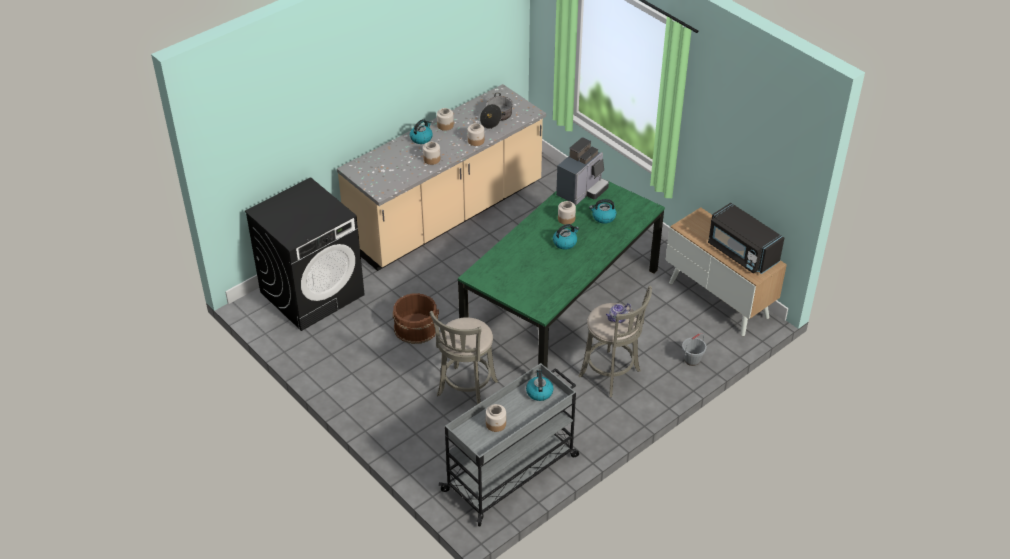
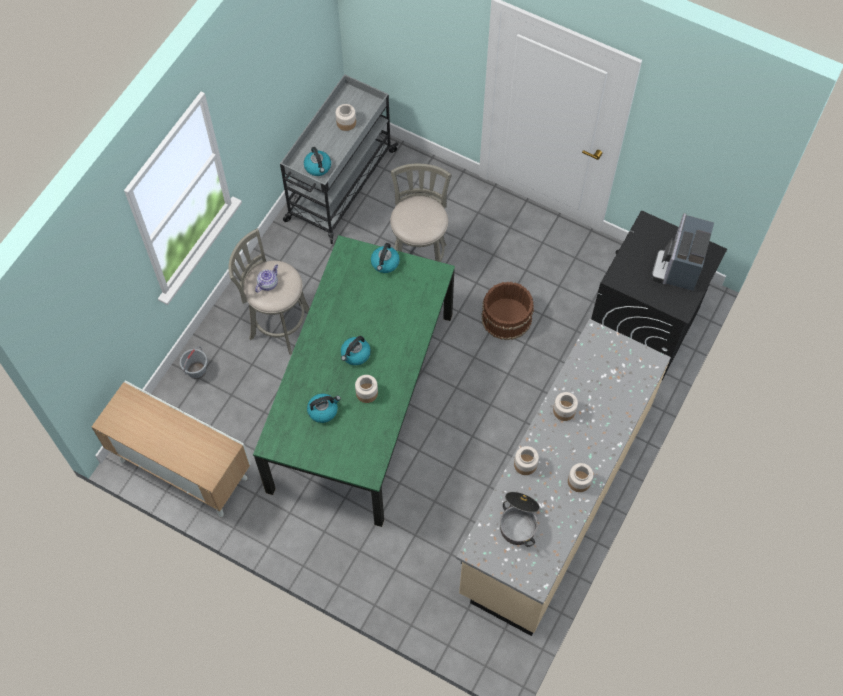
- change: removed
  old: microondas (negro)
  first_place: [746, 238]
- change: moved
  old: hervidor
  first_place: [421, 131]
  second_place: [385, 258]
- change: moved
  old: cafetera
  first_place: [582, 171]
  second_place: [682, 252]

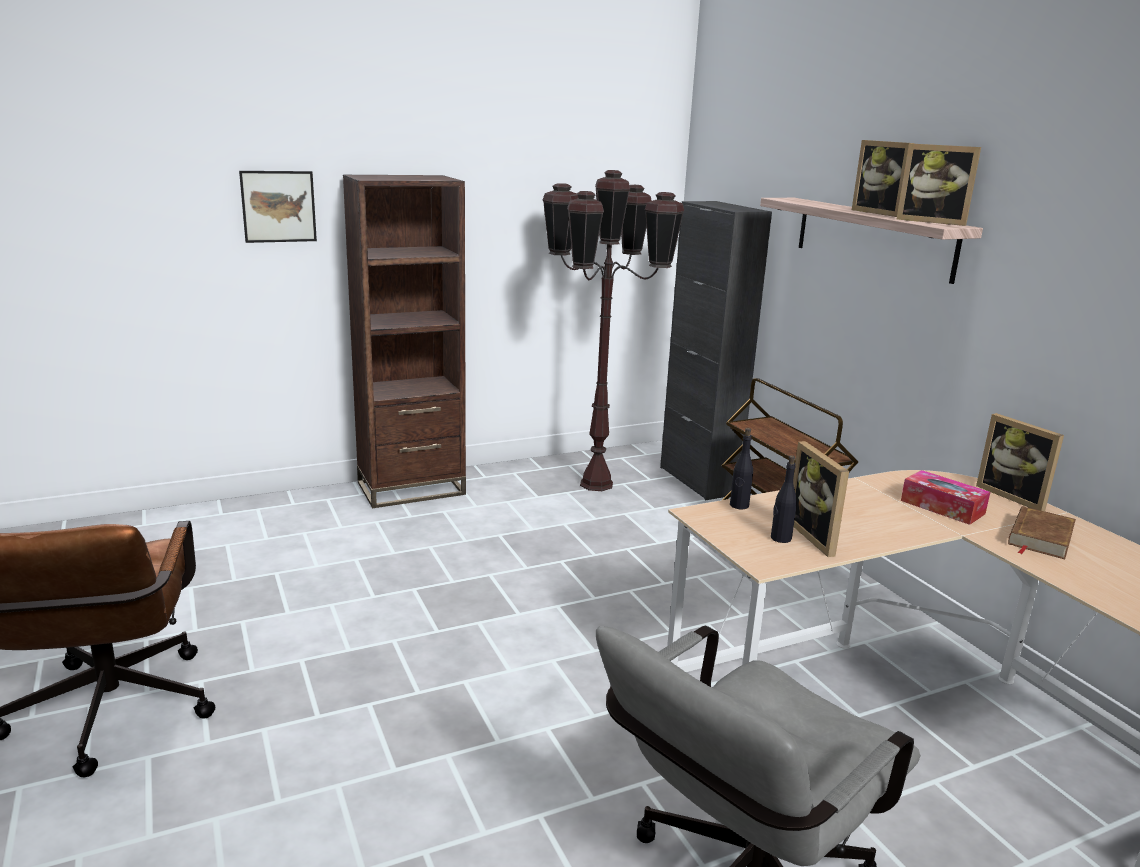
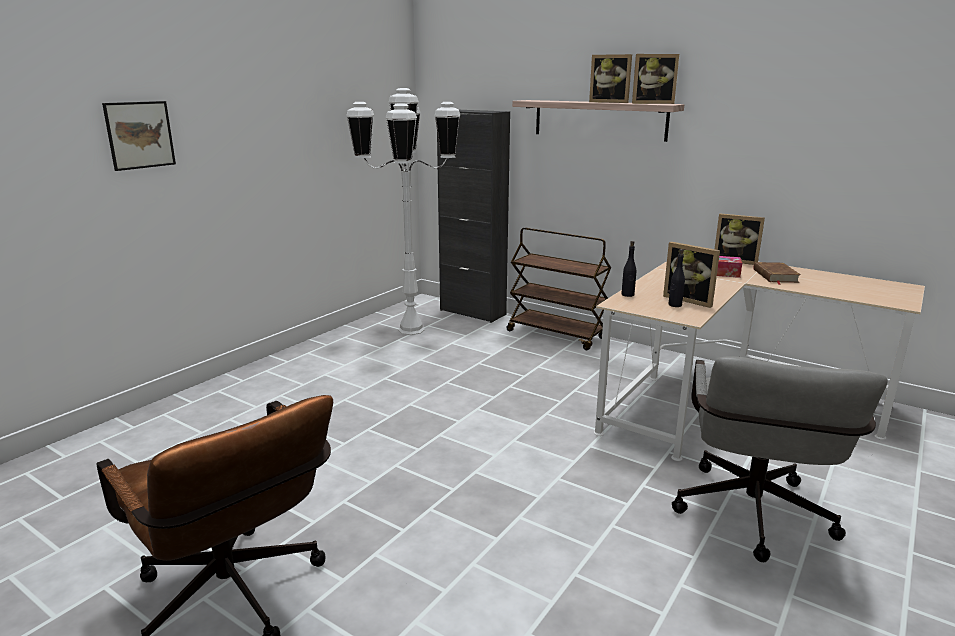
- change: removed
  old: estantería (marrón)
  first_place: [404, 341]
- change: recoloured
  old: lámpara de pie (marrón)
  new: lámpara de pie (blanco)
  first_place: [613, 330]
  second_place: [403, 211]

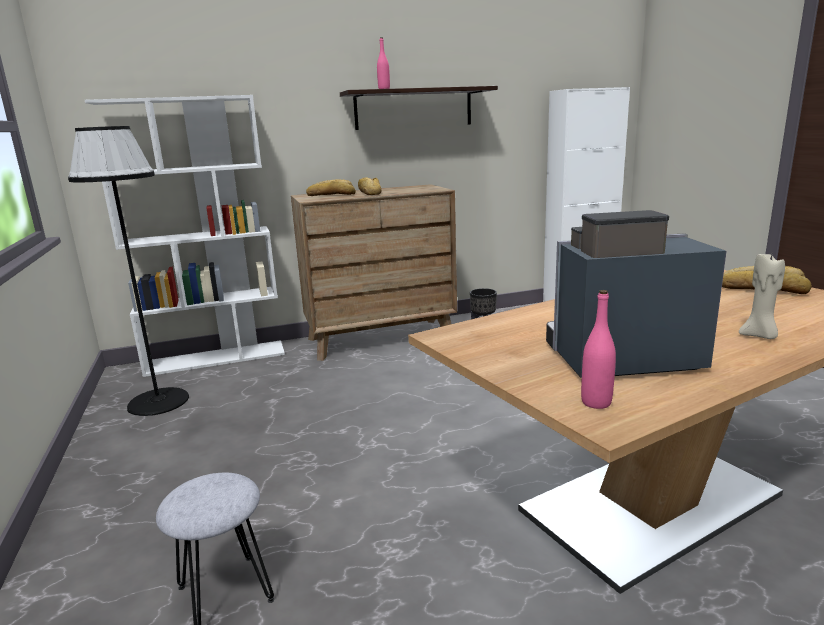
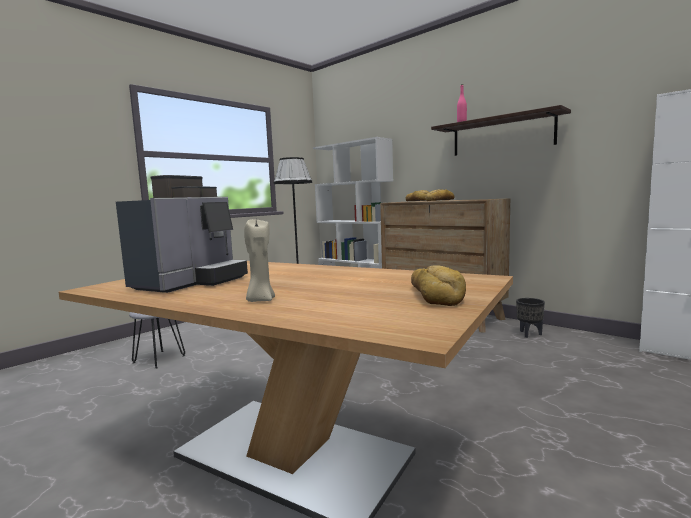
- change: removed
  old: botella (rosa)
  first_place: [598, 349]
- change: turned
  old: cafetera
  first_place: [636, 294]
  second_place: [182, 234]
  degrees: 60

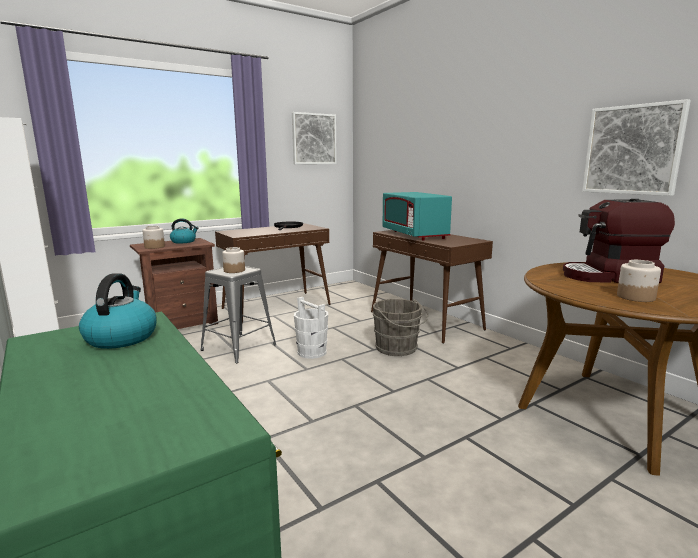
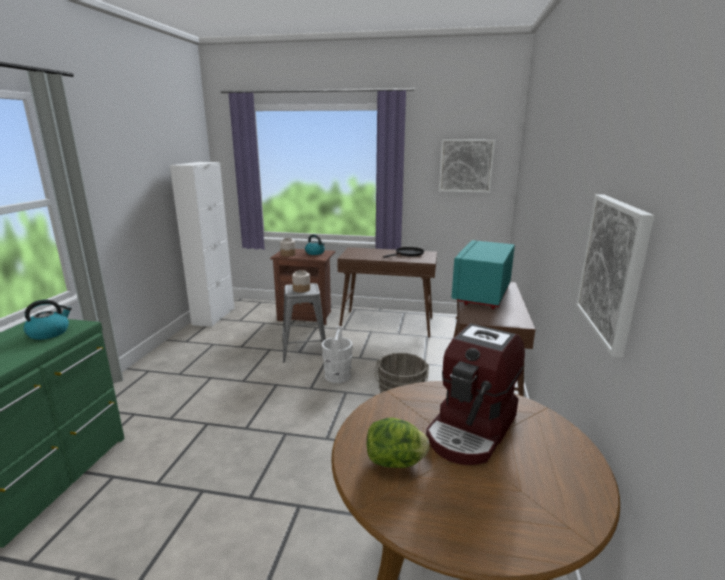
- change: replaced
  old: tarro
  new: lechuga
  first_place: [639, 281]
  second_place: [398, 443]
- change: turned
  old: cafetera
  first_place: [619, 241]
  second_place: [475, 394]
  degrees: -105

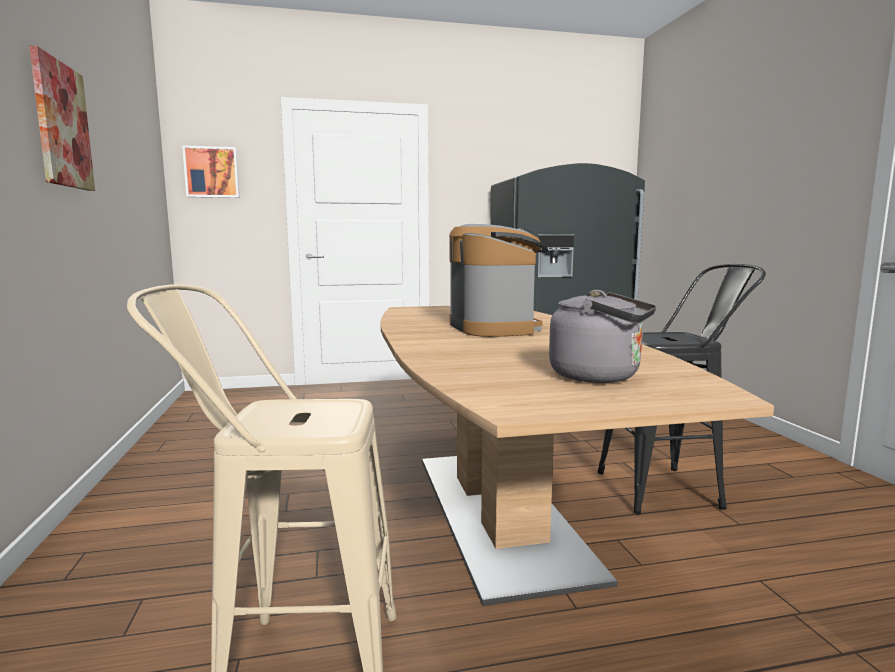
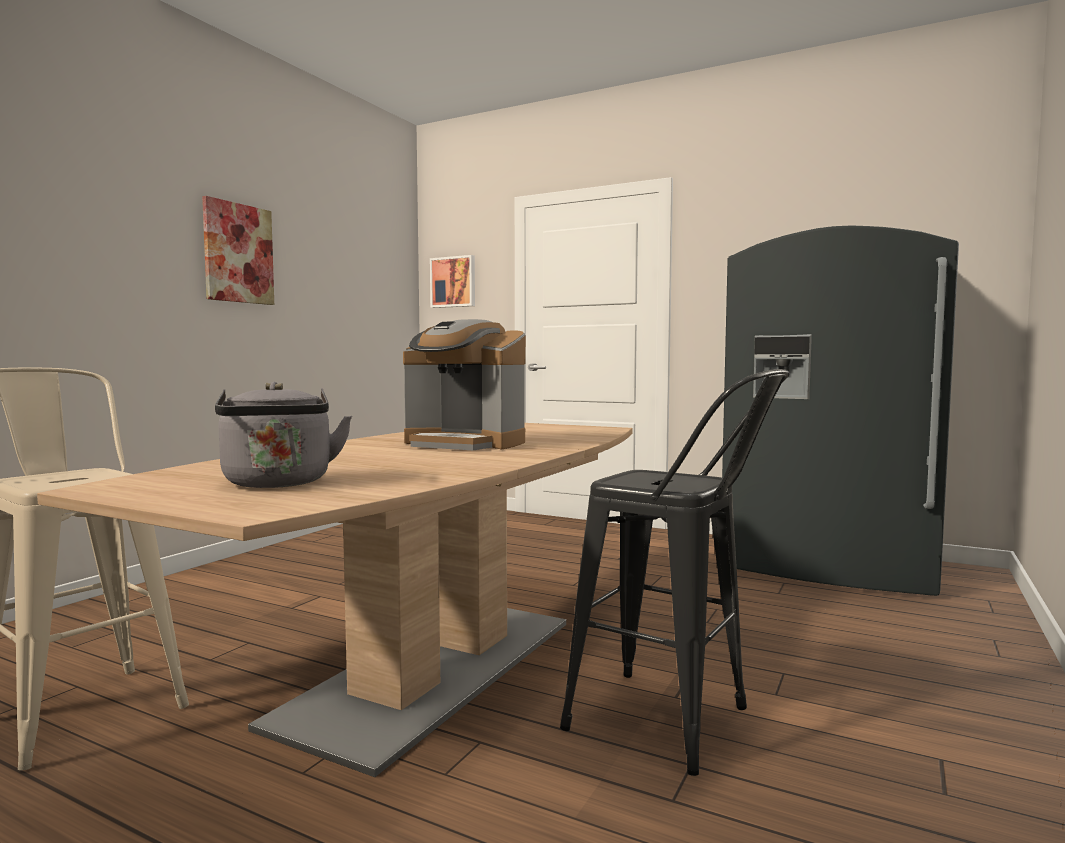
- change: turned
  old: cafetera
  first_place: [498, 280]
  second_place: [464, 384]
  degrees: 90

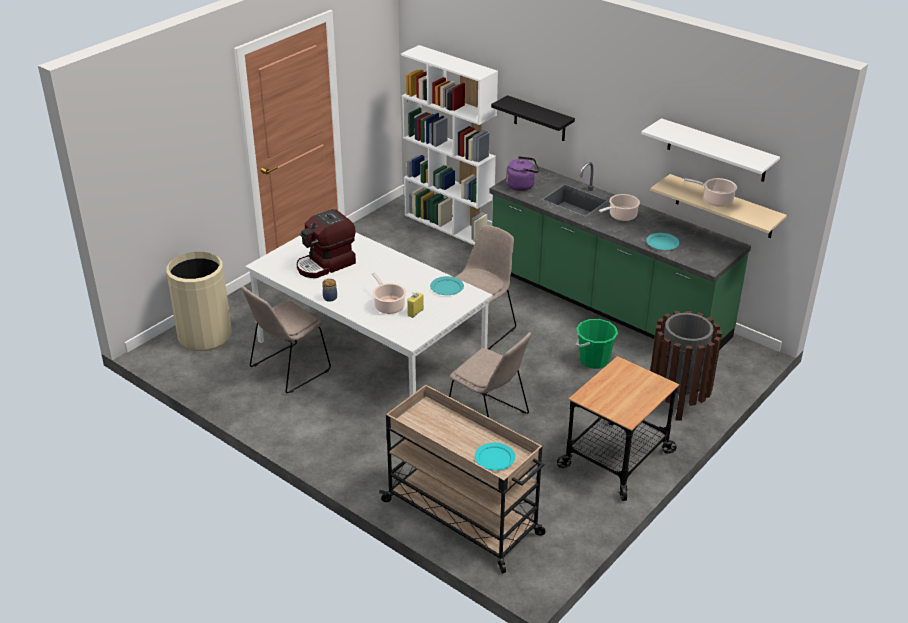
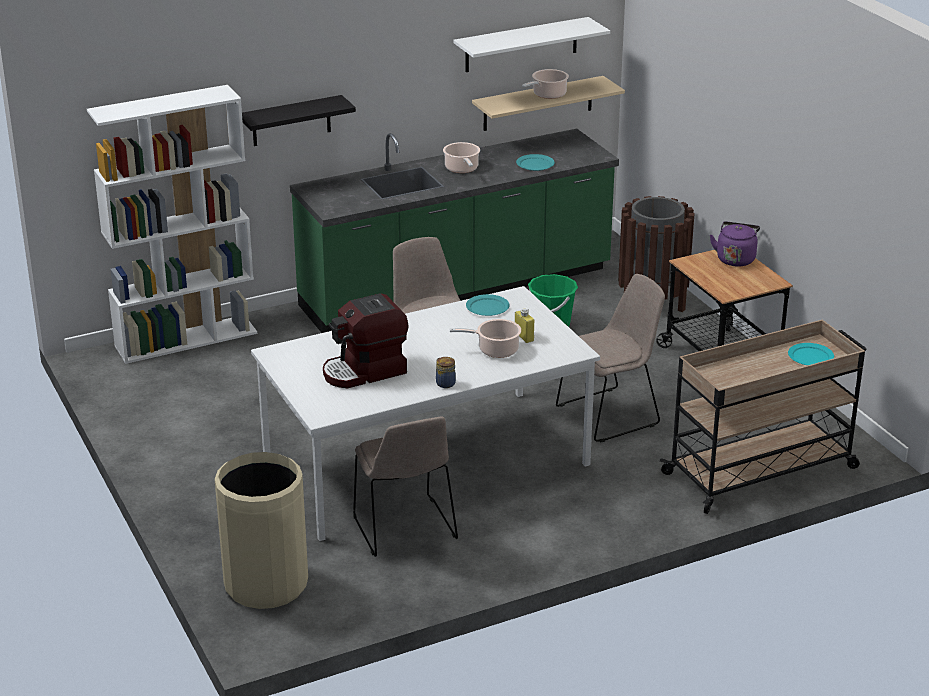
- change: moved
  old: hervidor (morado)
  first_place: [522, 173]
  second_place: [735, 244]
- change: turned
  old: cafetera
  first_place: [326, 243]
  second_place: [366, 340]
  degrees: 75

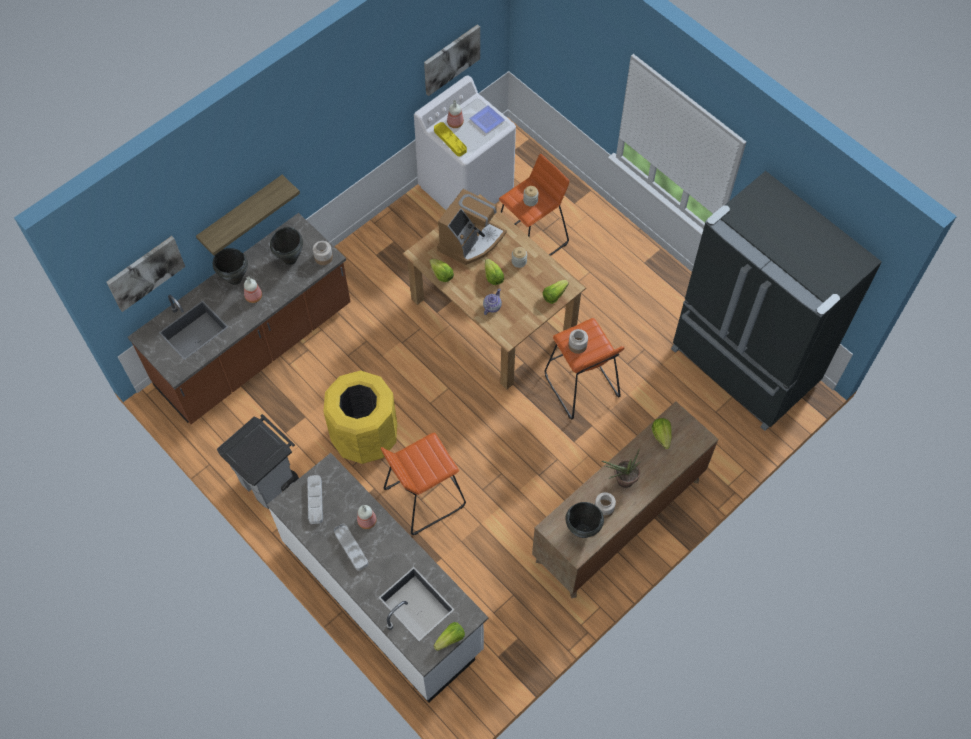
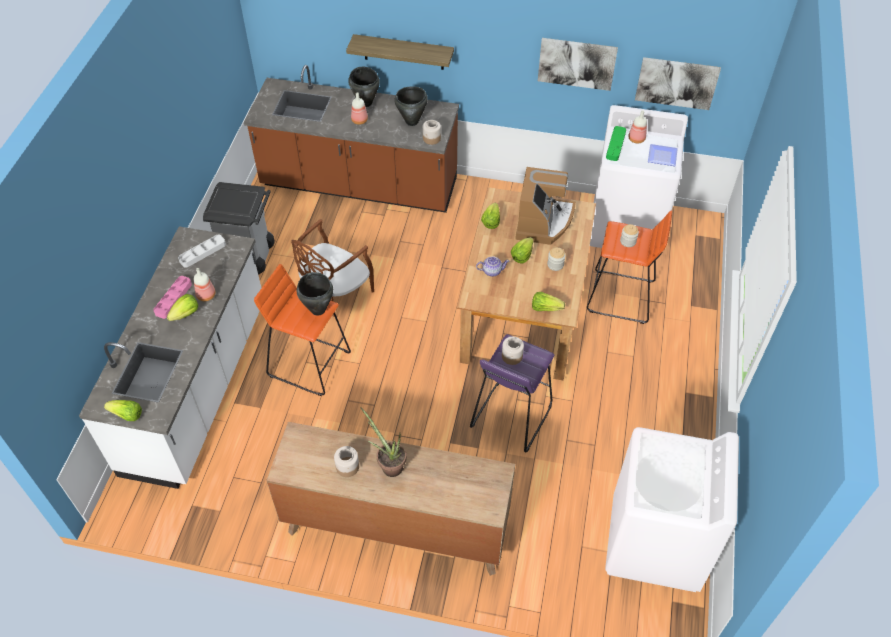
- change: moved
  old: cuadro
  first_place: [145, 274]
  second_place: [578, 64]
- change: moved
  old: olla (negro)
  first_place: [584, 520]
  second_place: [315, 294]
- change: moved
  old: lechuga
  first_place: [662, 433]
  second_place: [182, 307]
- change: replaced
  old: papelera (amarillo)
  new: silla (marrón)
  first_place: [360, 417]
  second_place: [332, 267]
- change: replaced
  old: nevera (negro)
  new: lavadora (blanco)
  first_place: [776, 301]
  second_place: [672, 509]
- change: recoloured
  old: bandeja (gris)
  new: bandeja (rosa)
  first_place: [351, 547]
  second_place: [172, 297]
- change: recoloured
  old: bandeja (amarillo)
  new: bandeja (verde)
  first_place: [450, 139]
  second_place: [616, 143]
- change: recoloured
  old: taburete (naranja)
  new: taburete (morado)
  first_place: [584, 369]
  second_place: [512, 393]
- change: turned
  old: cafetera
  first_place: [472, 227]
  second_place: [545, 206]
  degrees: -75

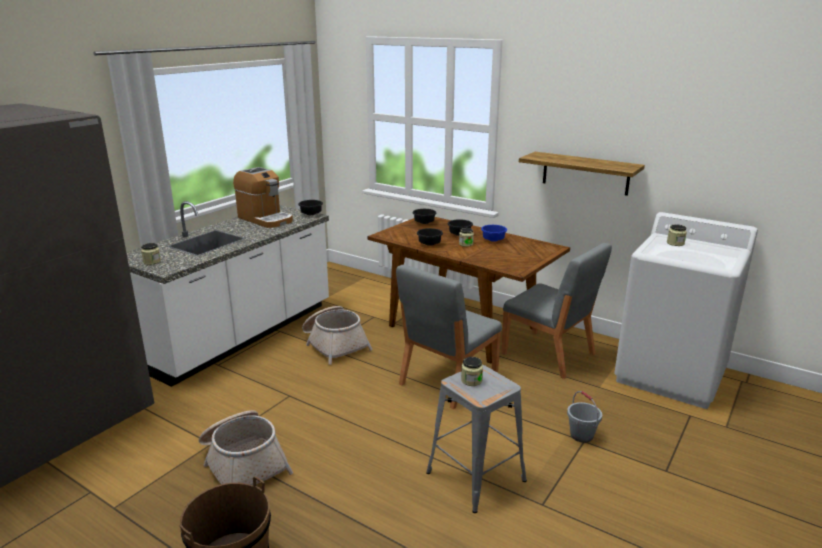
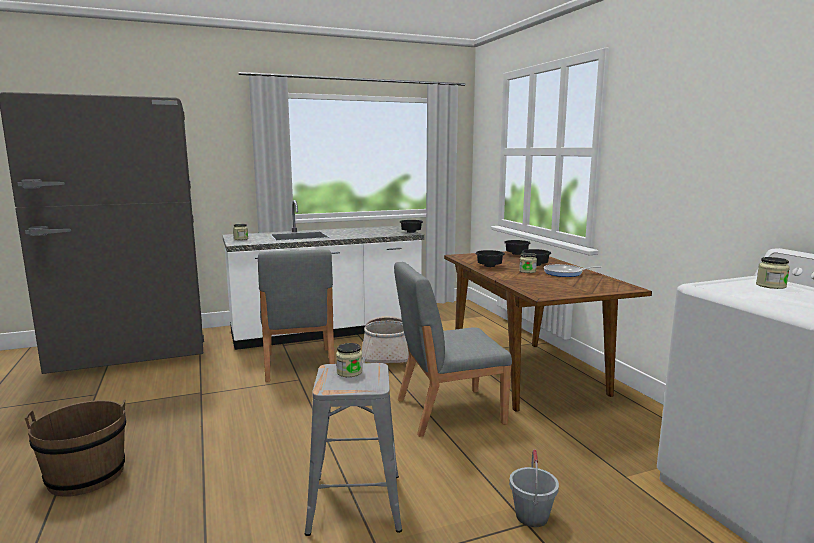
- change: removed
  old: cesta
  first_place: [246, 447]
- change: removed
  old: cafetera
  first_place: [263, 197]
- change: removed
  old: estante
  first_place: [582, 174]
- change: moved
  old: silla (gris)
  first_place: [556, 311]
  second_place: [296, 316]
- change: replaced
  old: cuenco (azul)
  new: sartén
  first_place: [494, 233]
  second_place: [573, 270]

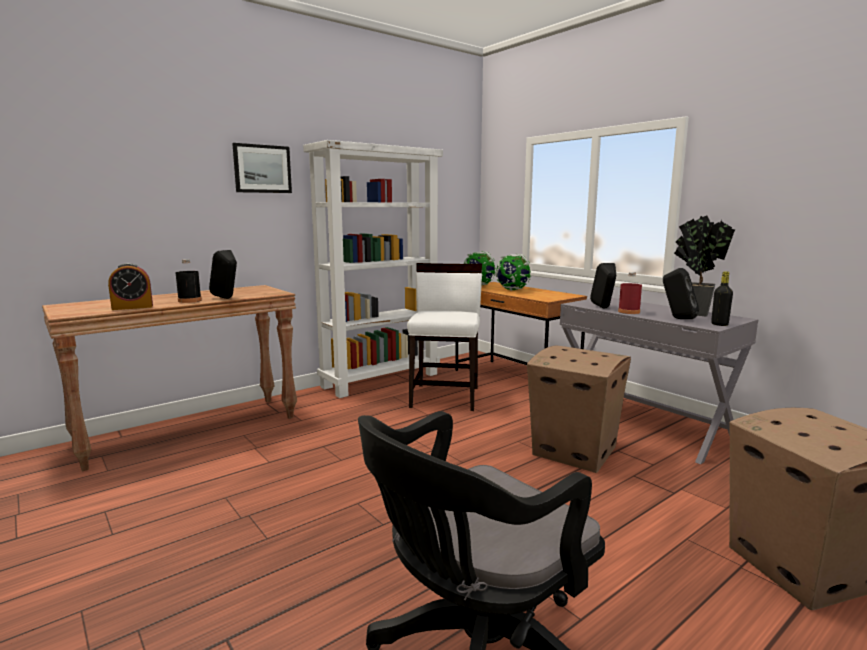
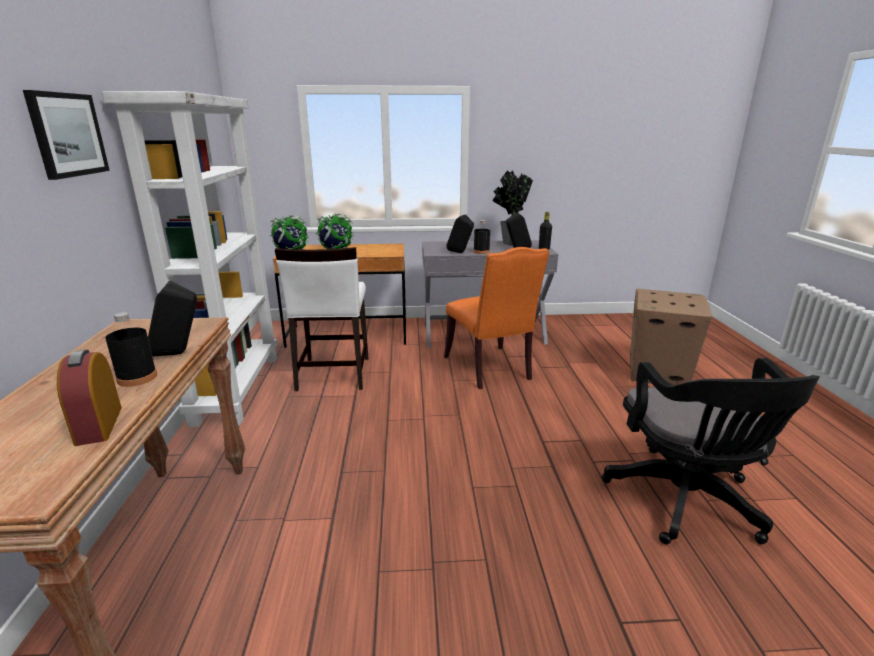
- change: replaced
  old: caja de cartón
  new: silla (naranja)
  first_place: [579, 409]
  second_place: [496, 318]
- change: recoloured
  old: botella (rojo)
  new: botella (negro)
  first_place: [630, 293]
  second_place: [481, 237]
- change: turned
  old: despertador
  first_place: [130, 286]
  second_place: [89, 398]
  degrees: 150
- change: turned
  old: silla (blanco)
  first_place: [444, 337]
  second_place: [322, 319]
  degrees: -135

